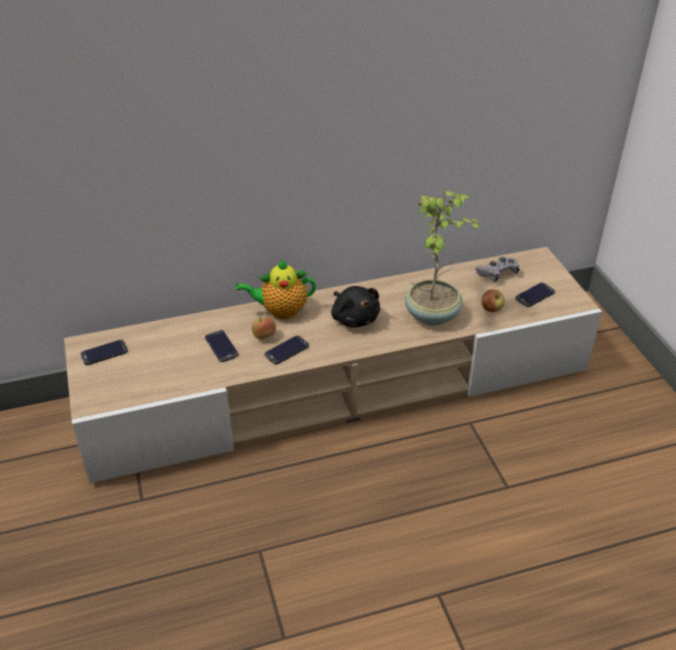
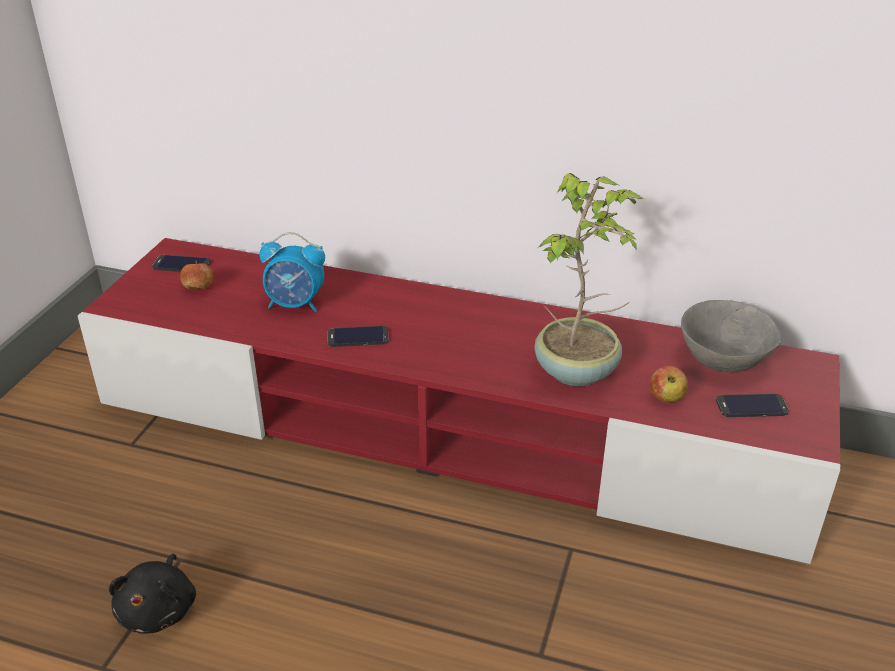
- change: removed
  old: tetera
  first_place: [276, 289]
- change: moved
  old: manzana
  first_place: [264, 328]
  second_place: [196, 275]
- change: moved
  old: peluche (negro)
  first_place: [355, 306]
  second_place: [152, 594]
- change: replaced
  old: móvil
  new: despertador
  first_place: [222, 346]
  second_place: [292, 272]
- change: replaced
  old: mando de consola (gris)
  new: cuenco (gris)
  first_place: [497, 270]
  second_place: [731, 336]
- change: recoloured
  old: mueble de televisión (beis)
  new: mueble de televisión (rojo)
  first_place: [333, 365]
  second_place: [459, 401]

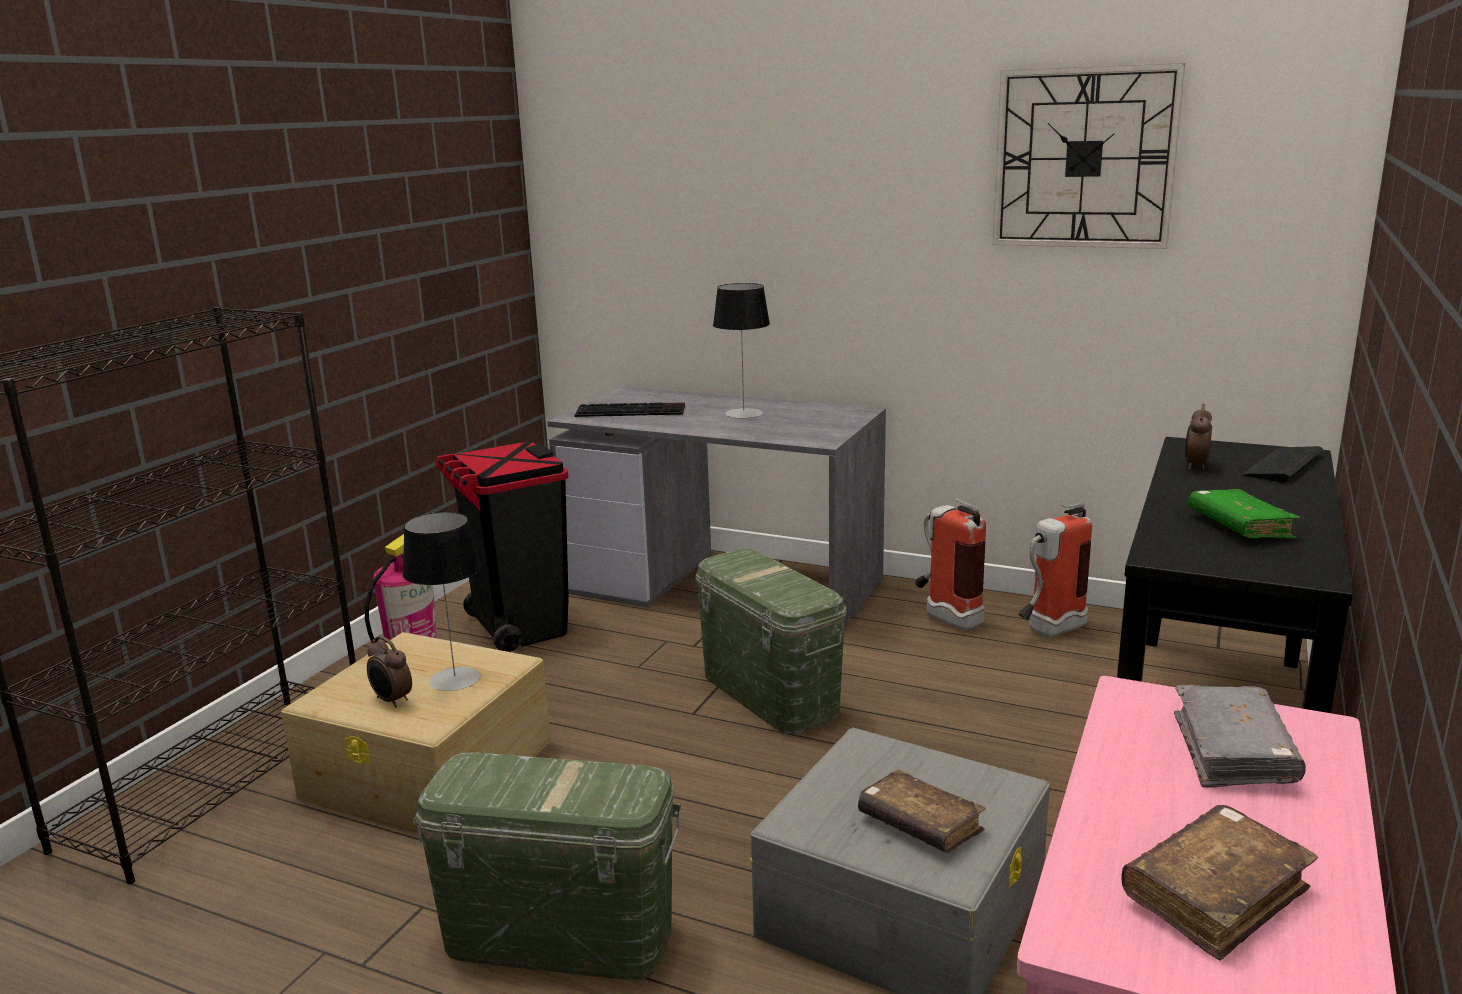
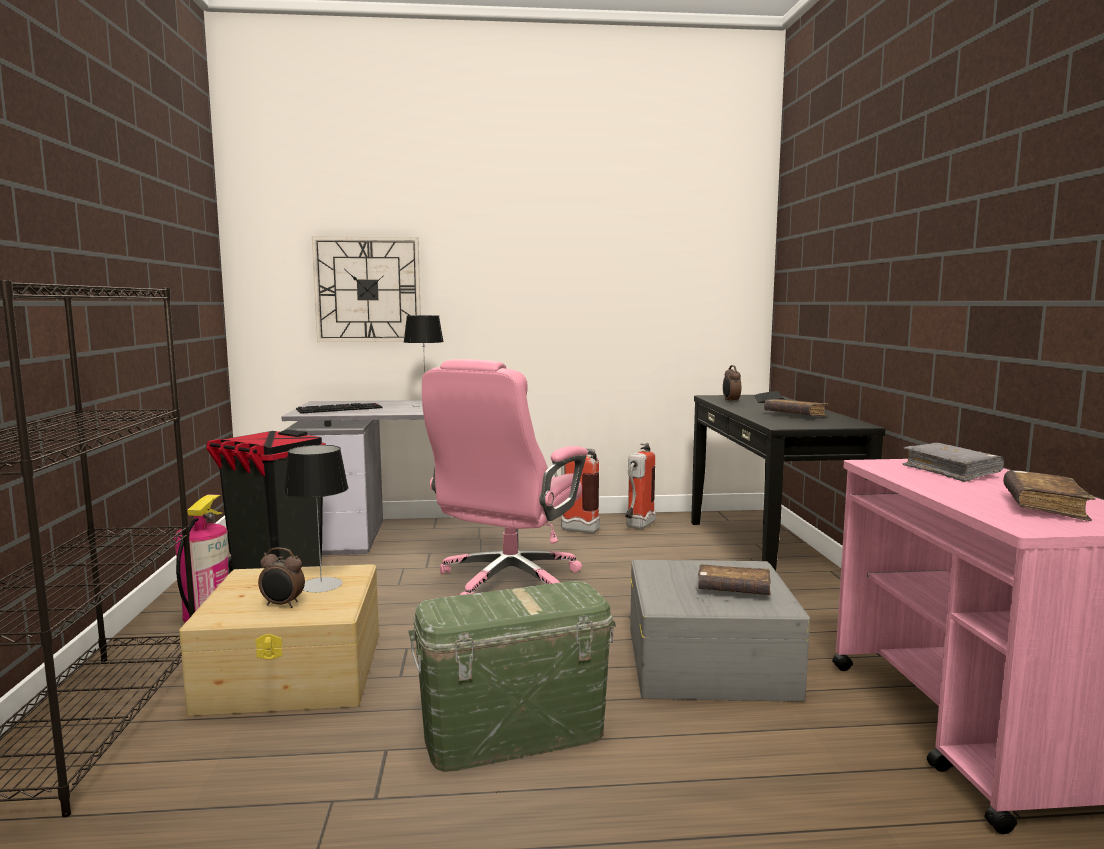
- change: moved
  old: reloj de pared
  first_place: [1089, 156]
  second_place: [366, 289]
- change: replaced
  old: caja de almacenaje (verde)
  new: silla de oficina (rosa)
  first_place: [771, 641]
  second_place: [505, 477]
- change: recoloured
  old: libro (verde)
  new: libro (marrón)
  first_place: [1244, 514]
  second_place: [796, 408]

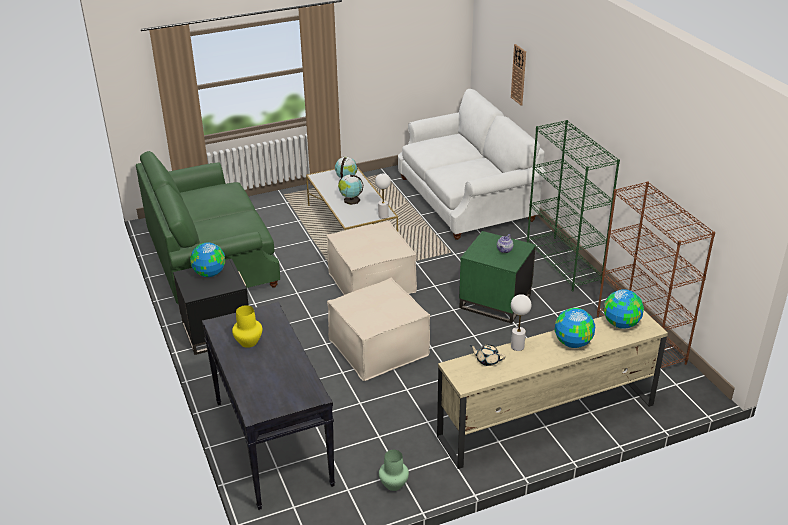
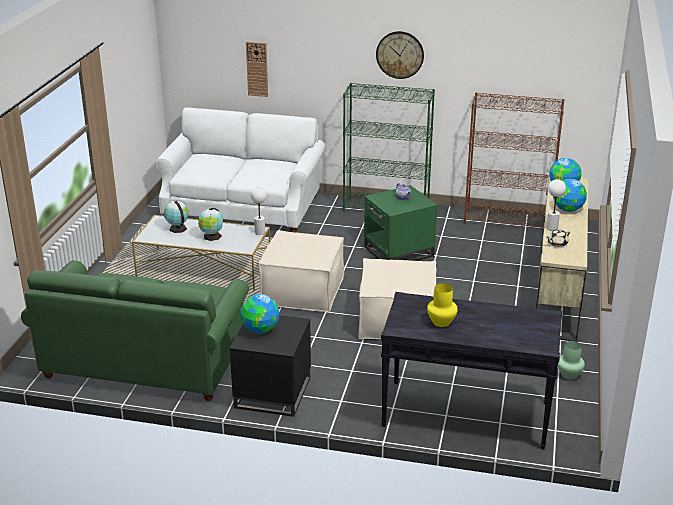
- change: added
  new: reloj de pared
  second_place: [400, 55]

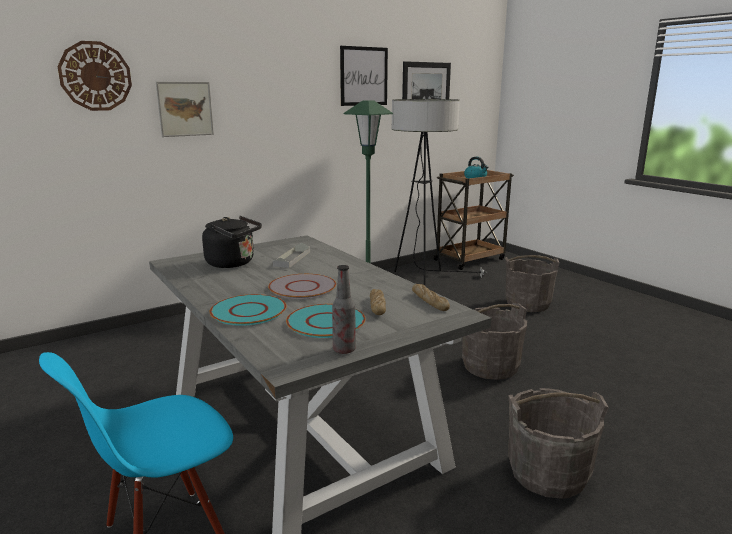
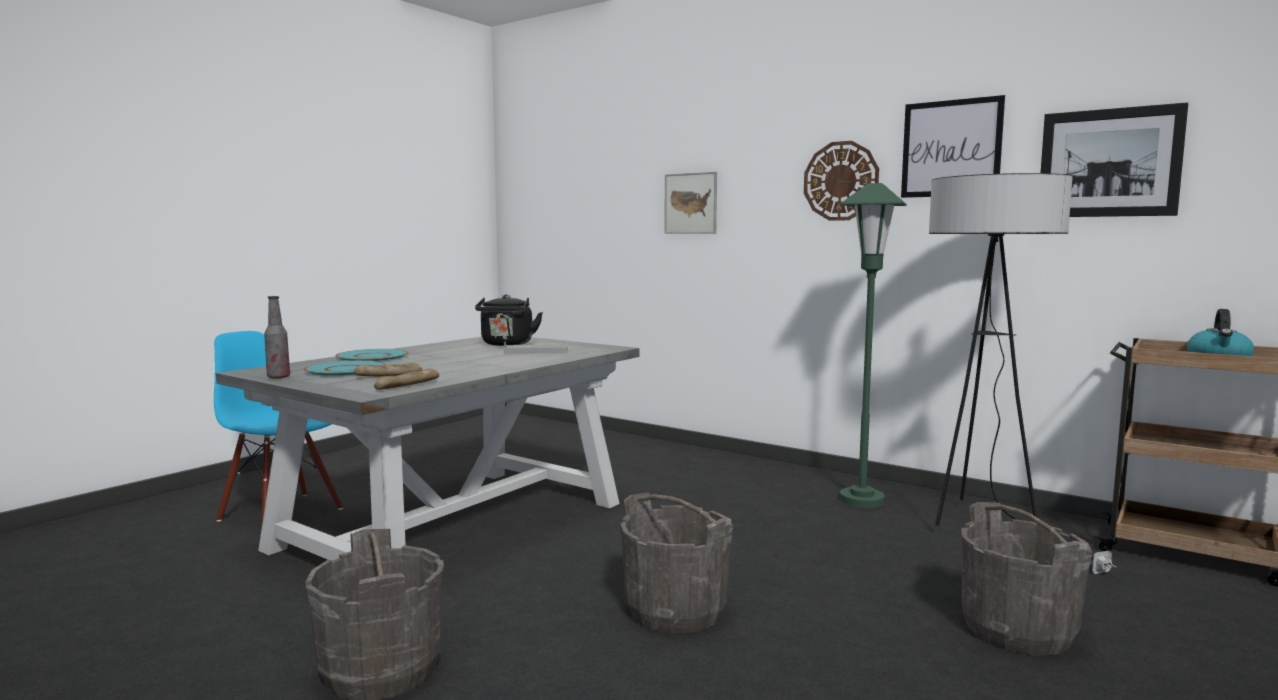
- change: removed
  old: plato (gris)
  first_place: [302, 286]
- change: moved
  old: reloj de pared
  first_place: [94, 76]
  second_place: [841, 181]

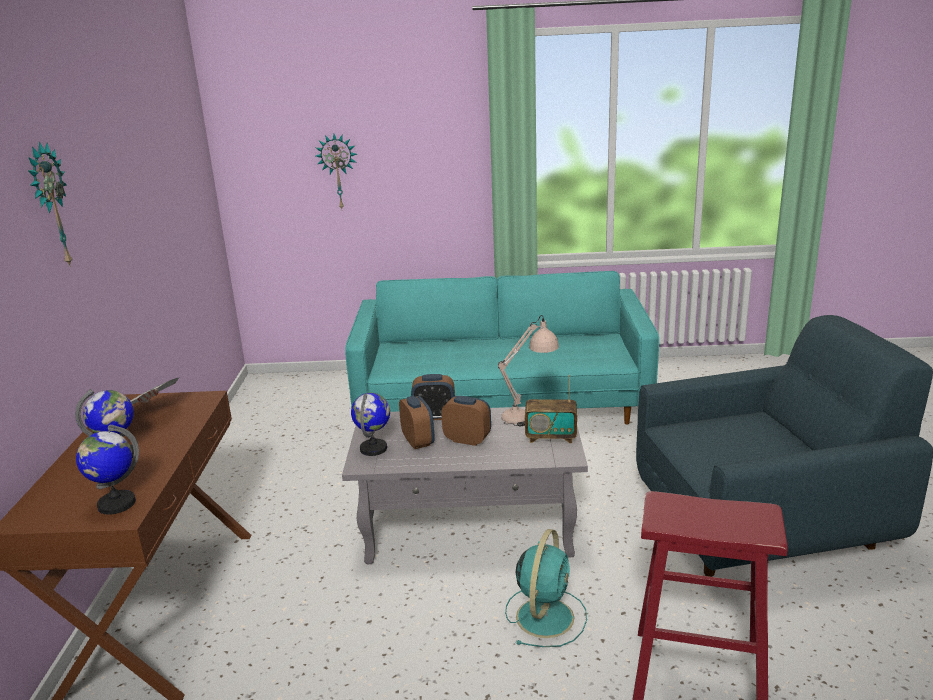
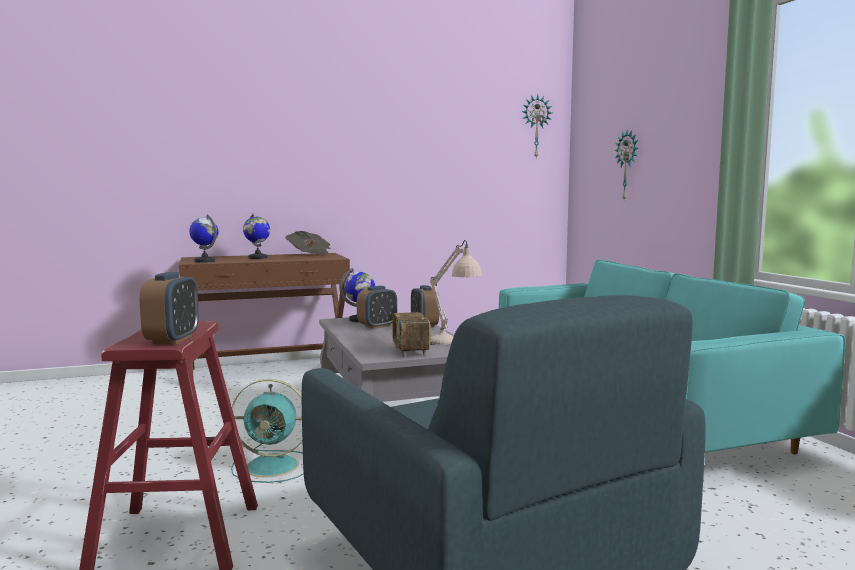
- change: moved
  old: reloj de pared
  first_place: [50, 204]
  second_place: [537, 126]
- change: moved
  old: despertador
  first_place: [466, 421]
  second_place: [169, 308]

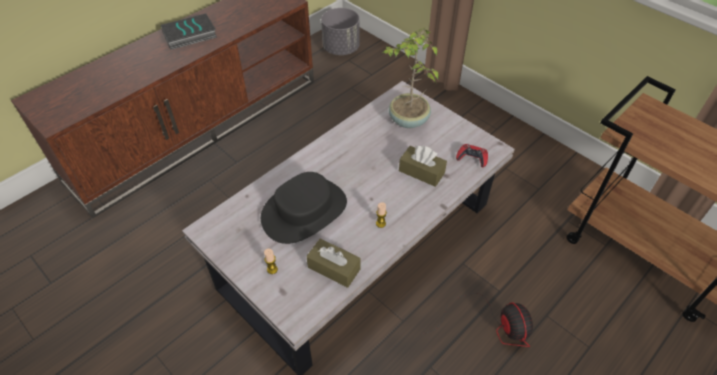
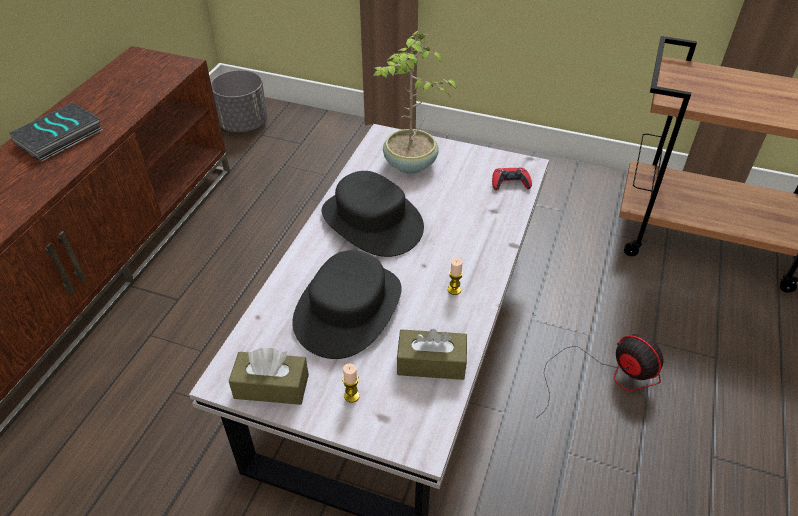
- change: added
  new: sombrero (negro)
  second_place: [372, 214]
- change: moved
  old: caja de pañuelos (marrón)
  first_place: [423, 166]
  second_place: [269, 376]

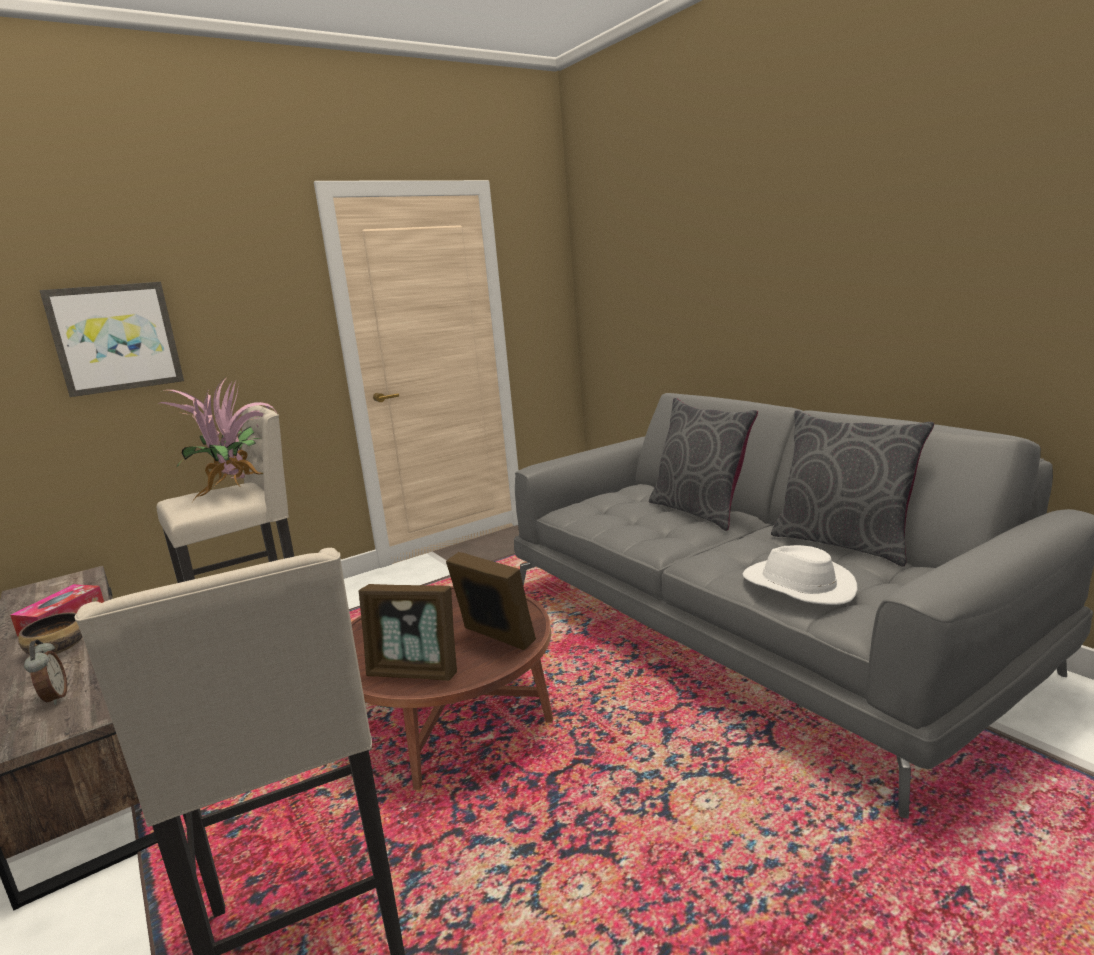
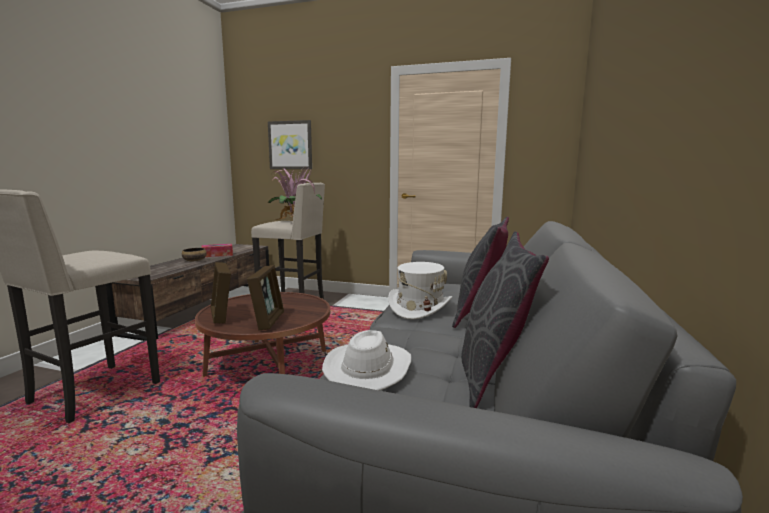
- change: removed
  old: despertador
  first_place: [45, 672]
- change: added
  new: sombrero (blanco)
  second_place: [420, 290]

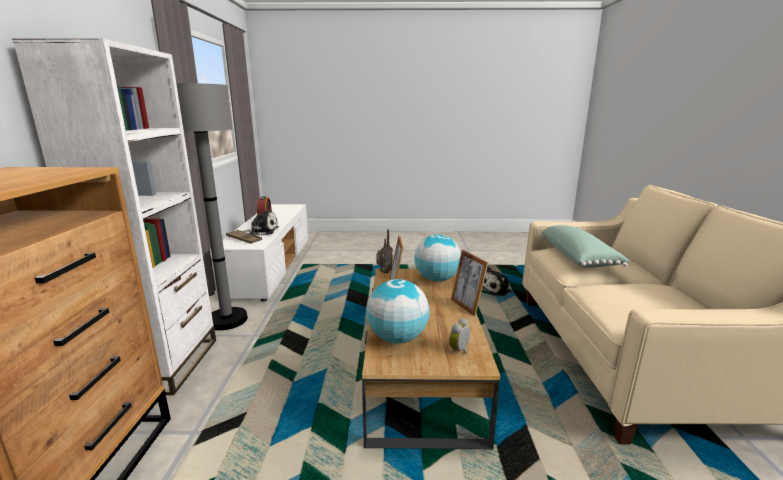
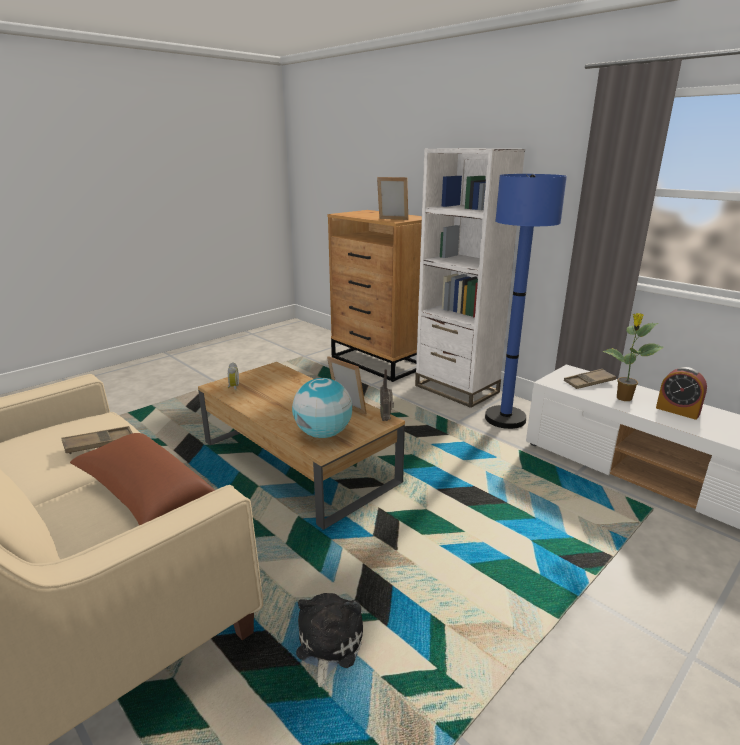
- change: removed
  old: globo terráqueo
  first_place: [398, 311]
- change: added
  new: bandeja (marrón)
  second_place: [97, 440]
- change: moved
  old: portarretratos
  first_place: [470, 283]
  second_place: [392, 198]
- change: replaced
  old: peluche
  new: planta en maceta
  first_place: [261, 222]
  second_place: [633, 357]
- change: recoloured
  old: lámpara de pie (gris)
  new: lámpara de pie (azul)
  first_place: [212, 206]
  second_place: [526, 301]
- change: recoloured
  old: cojín (verde)
  new: cojín (marrón)
  first_place: [586, 246]
  second_place: [142, 479]

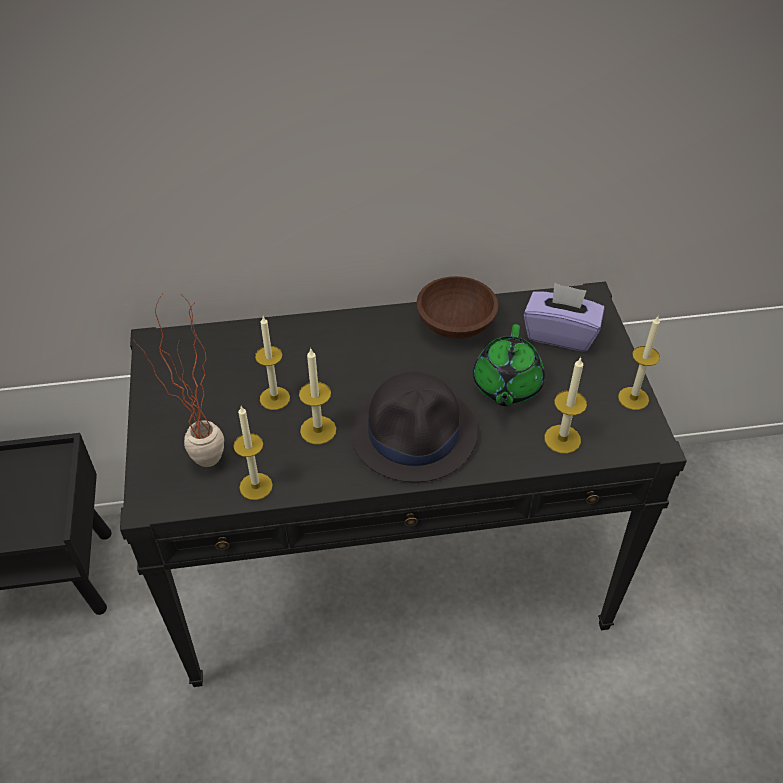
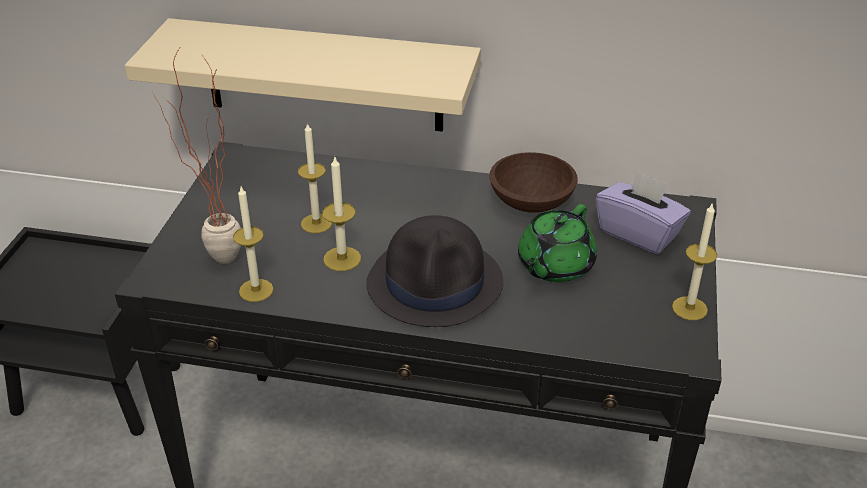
- change: removed
  old: vela
  first_place: [565, 405]
- change: added
  new: estante (beis)
  second_place: [303, 75]

